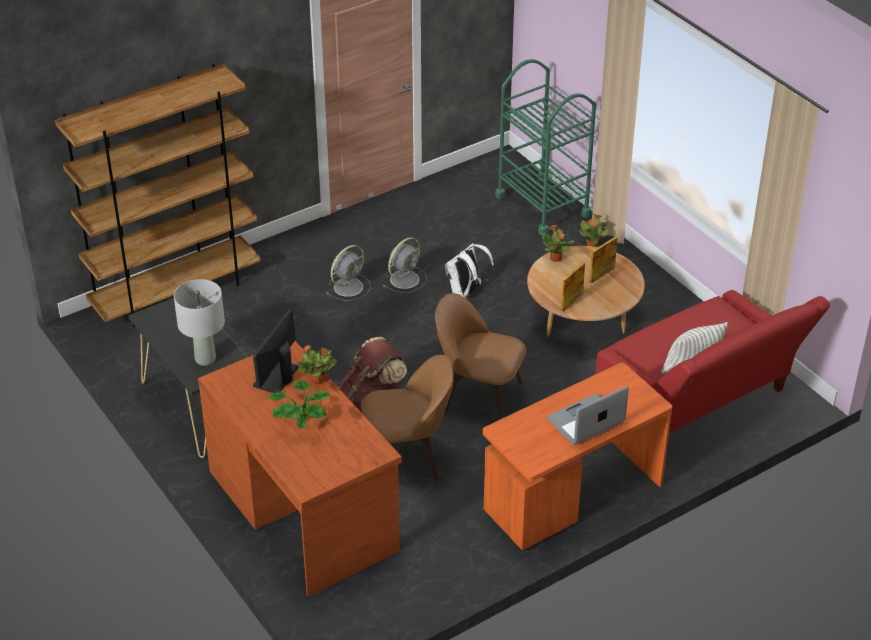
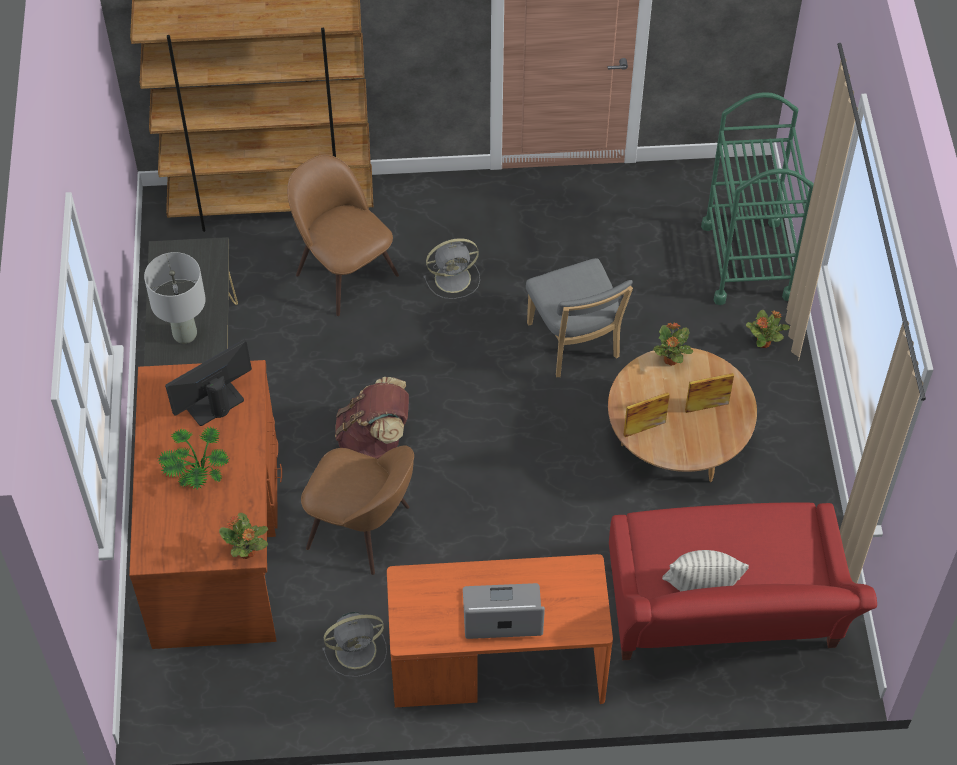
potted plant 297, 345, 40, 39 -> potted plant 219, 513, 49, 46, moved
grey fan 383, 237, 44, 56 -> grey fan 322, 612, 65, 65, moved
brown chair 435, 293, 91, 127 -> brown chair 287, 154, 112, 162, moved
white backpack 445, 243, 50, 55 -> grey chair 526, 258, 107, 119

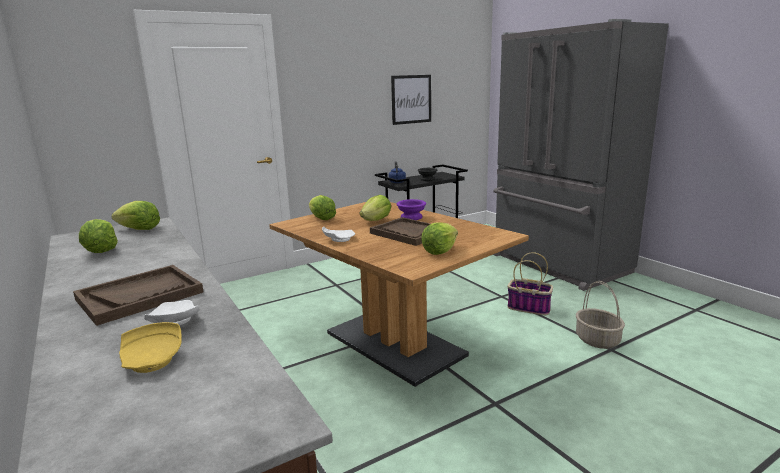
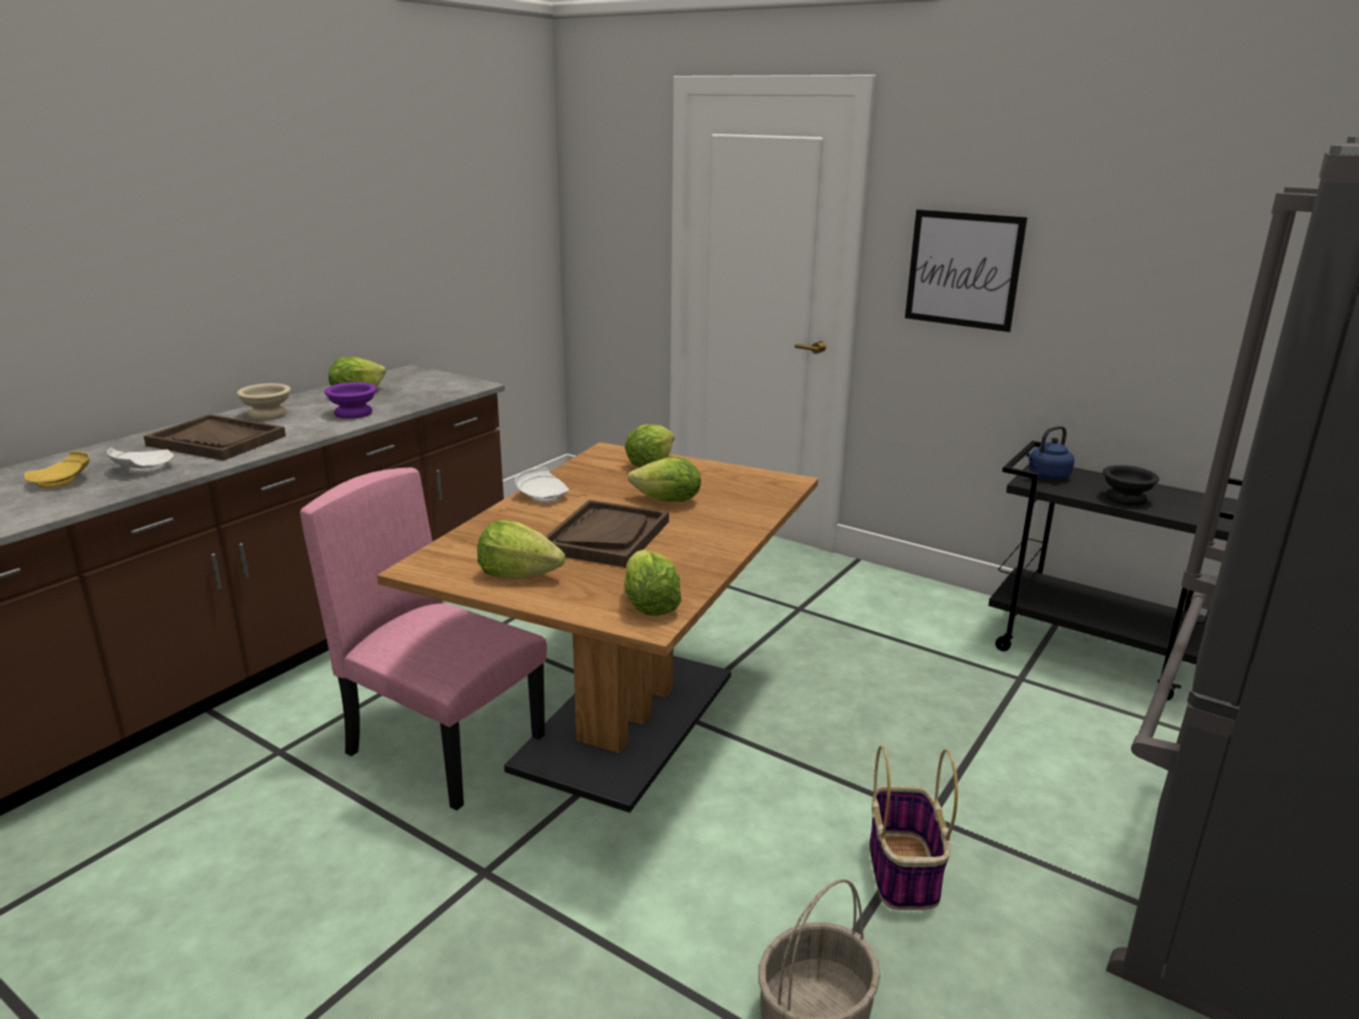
lettuce 111, 201, 49, 29 -> lettuce 624, 549, 58, 67, moved
picture 391, 75, 40, 50 -> picture 905, 209, 122, 123, moved
purple bowl 397, 199, 29, 21 -> purple bowl 324, 382, 53, 37, moved
none -> beige bowl 237, 383, 54, 37
none -> pink chair 300, 467, 247, 343

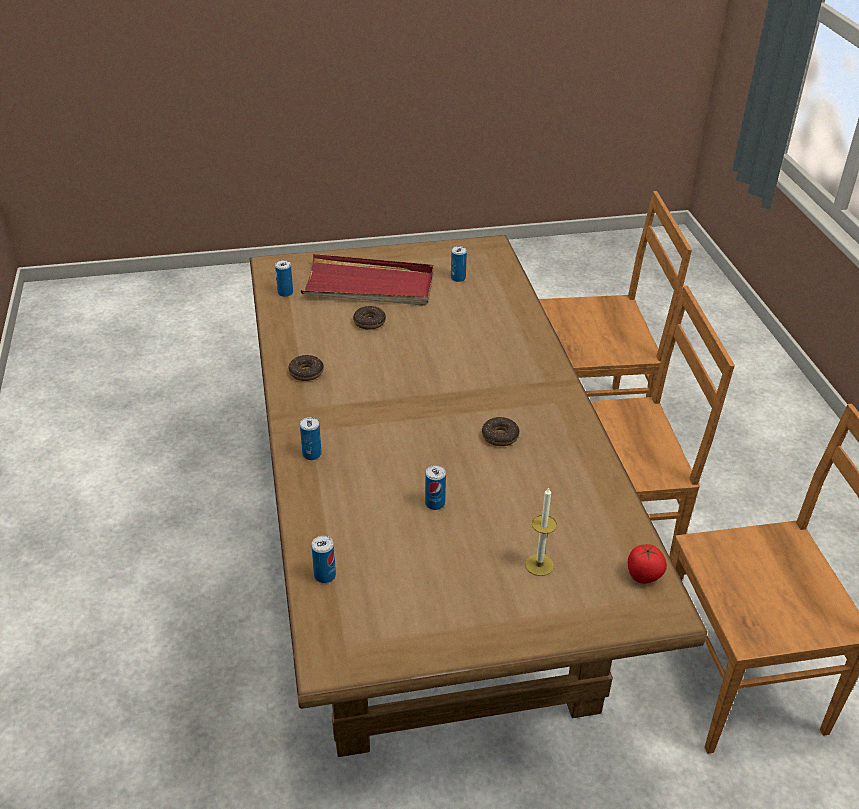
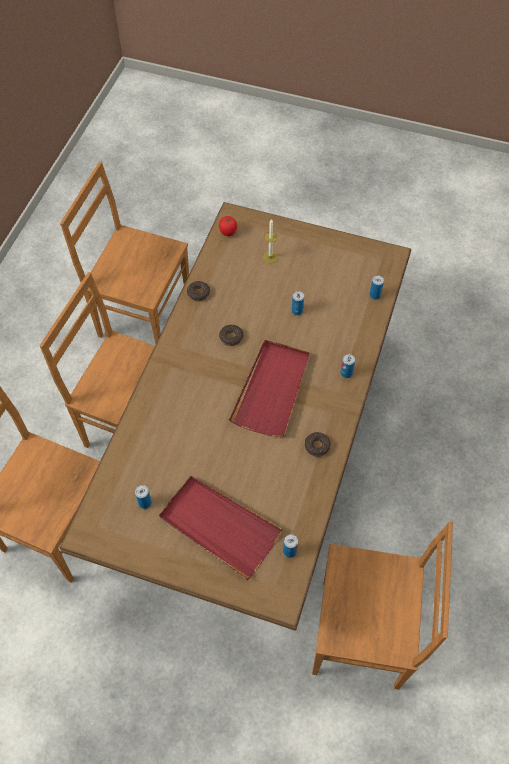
donut 353, 306, 33, 24 -> donut 187, 281, 23, 21, moved
none -> red tray 229, 340, 81, 97
none -> brown chair 312, 521, 141, 168

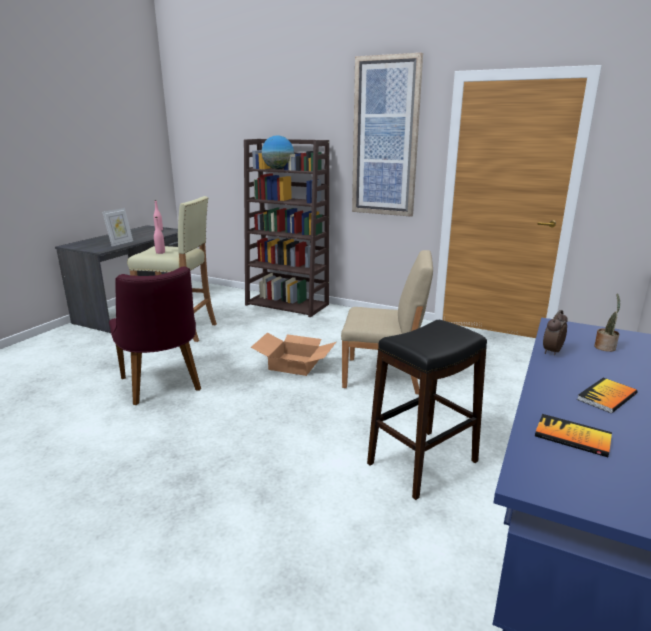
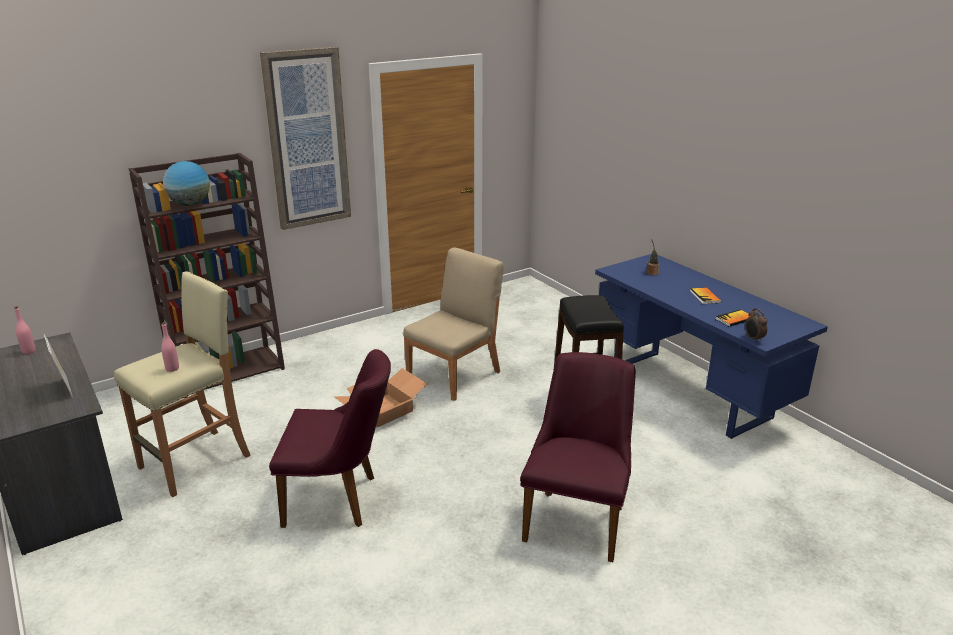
alarm clock 543, 310, 25, 45 -> alarm clock 745, 308, 23, 35, moved
none -> purple chair 520, 352, 116, 210

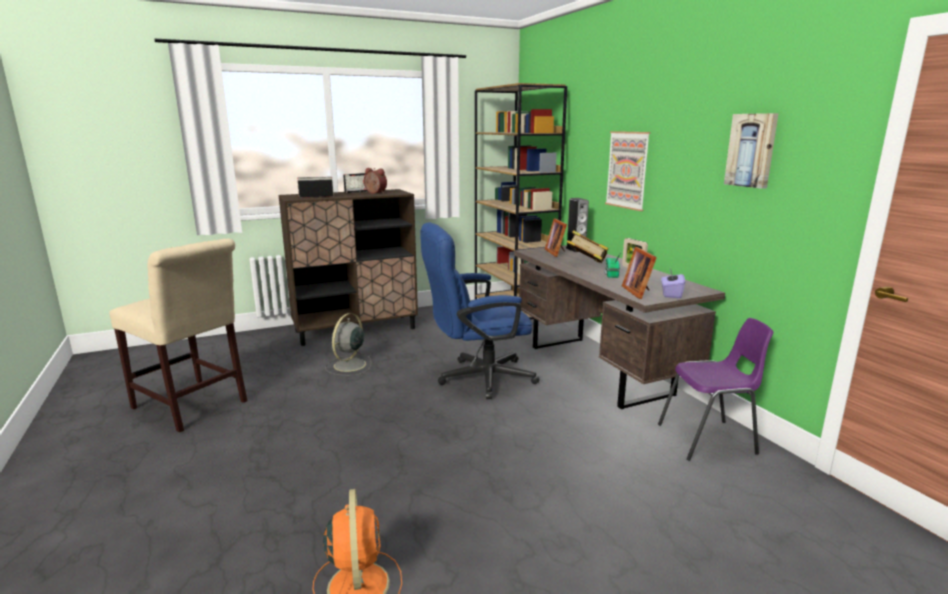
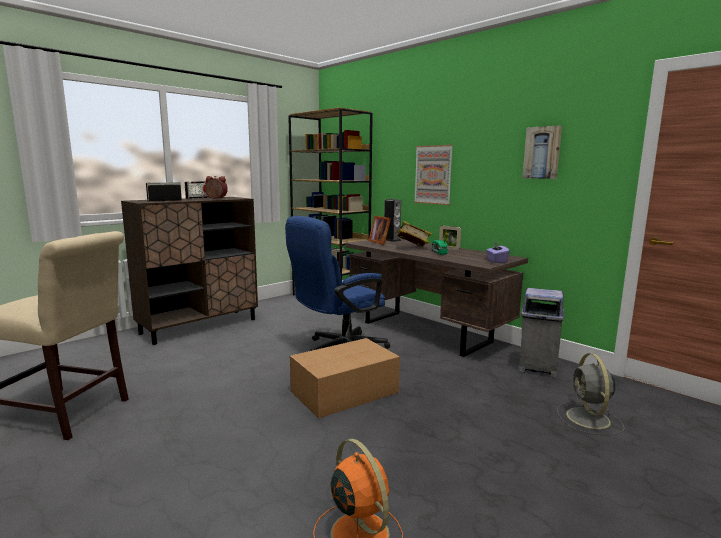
grey fan 325, 313, 47, 63 -> grey fan 557, 353, 67, 82, moved
picture frame 622, 247, 35, 52 -> none
purple chair 658, 318, 115, 143 -> grey trash can 519, 288, 45, 90
none -> cardboard box 290, 338, 110, 81

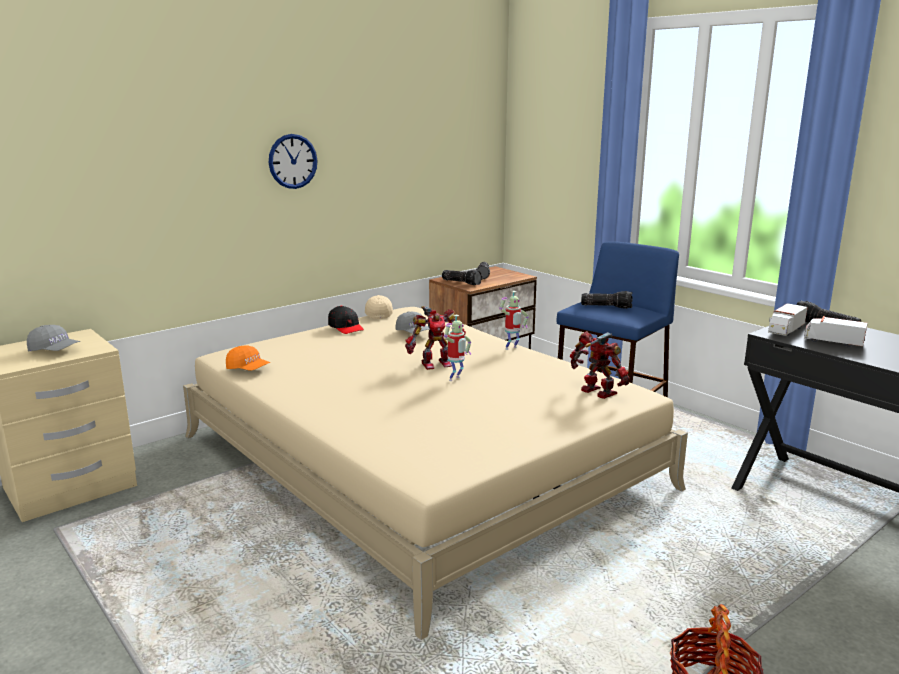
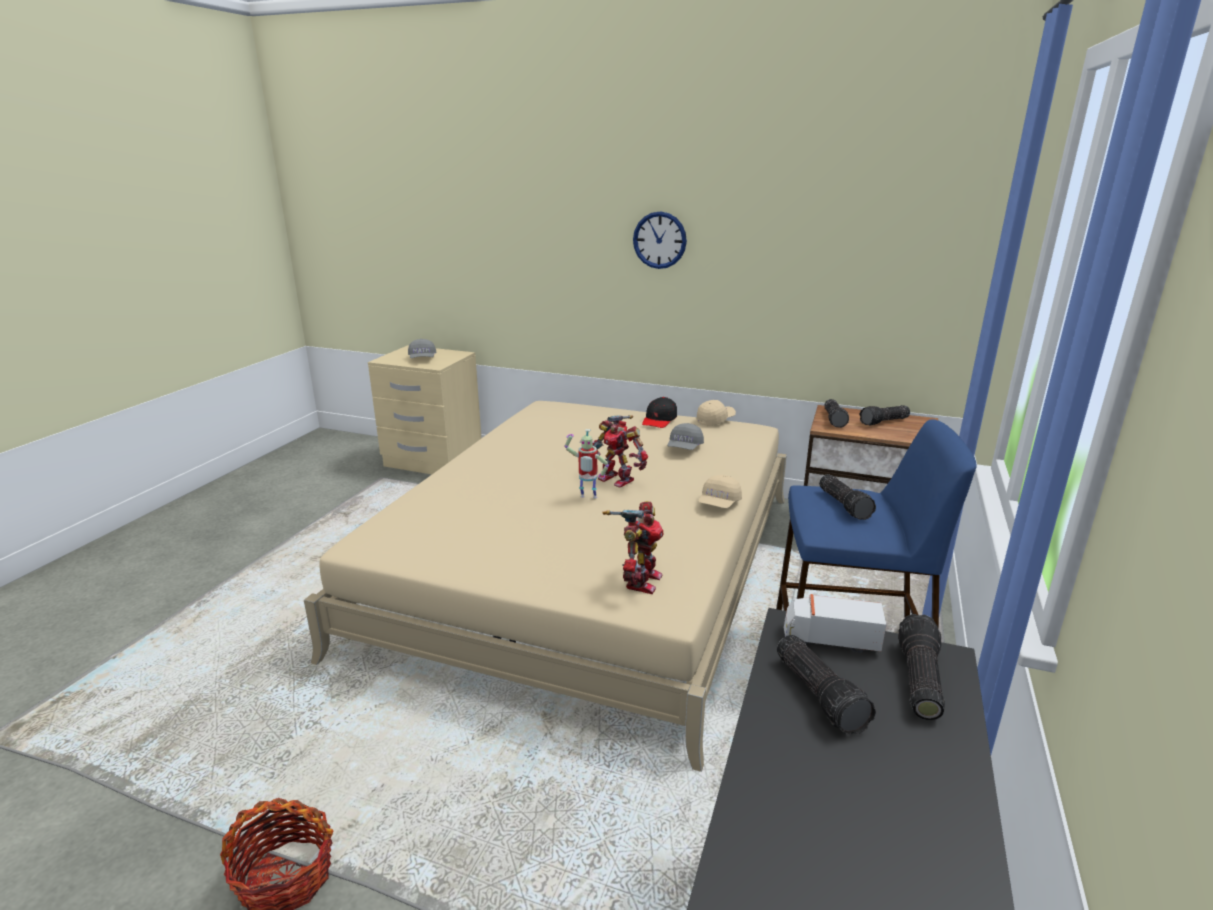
orange cap 226, 346, 44, 24 -> none
toy robot 499, 291, 30, 59 -> beige cap 698, 475, 44, 33
toy truck 804, 316, 64, 31 -> flashlight 777, 635, 99, 100

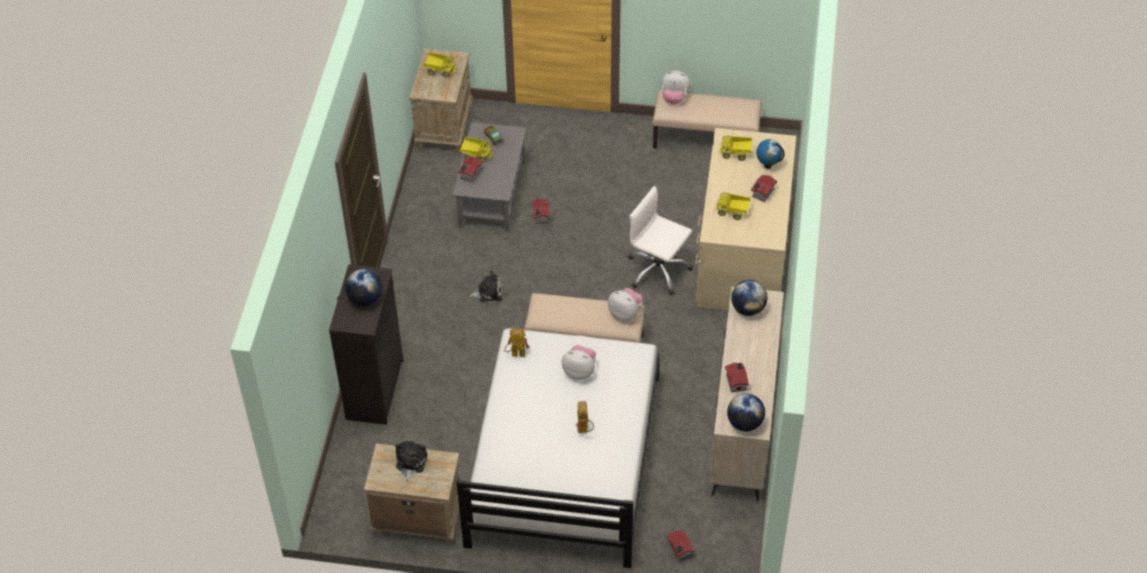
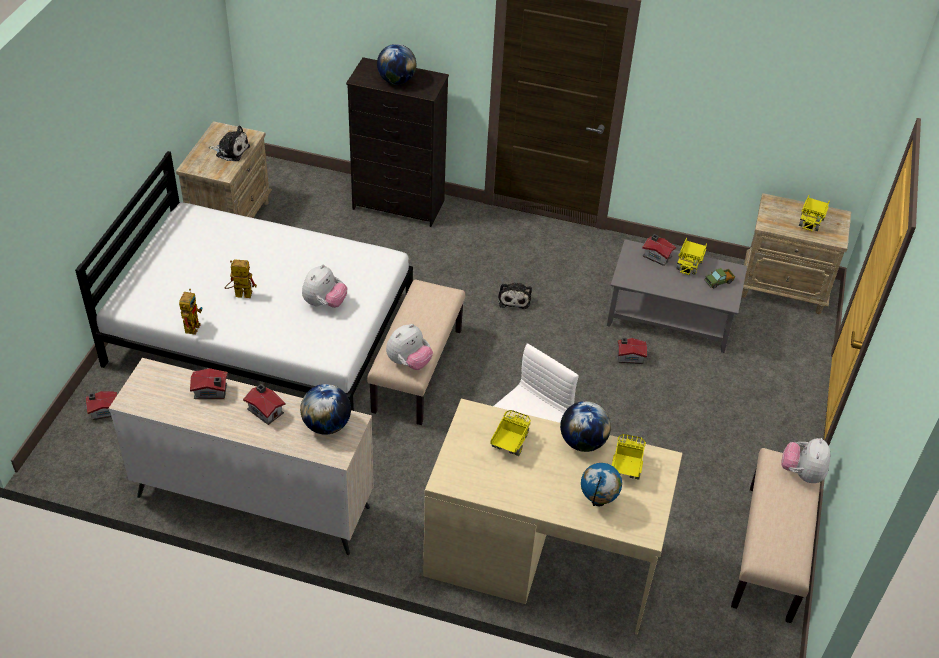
toy robot 504, 329, 26, 28 -> toy robot 179, 289, 24, 46, moved
globe 727, 393, 38, 38 -> globe 560, 401, 51, 51, moved
toy house 751, 175, 26, 27 -> toy house 243, 384, 43, 41, moved

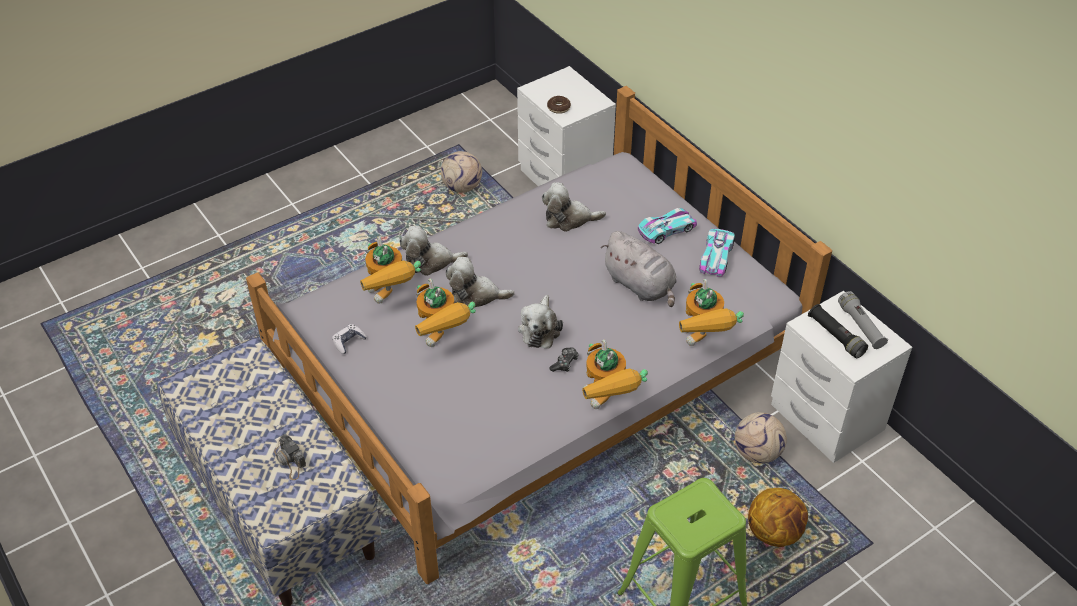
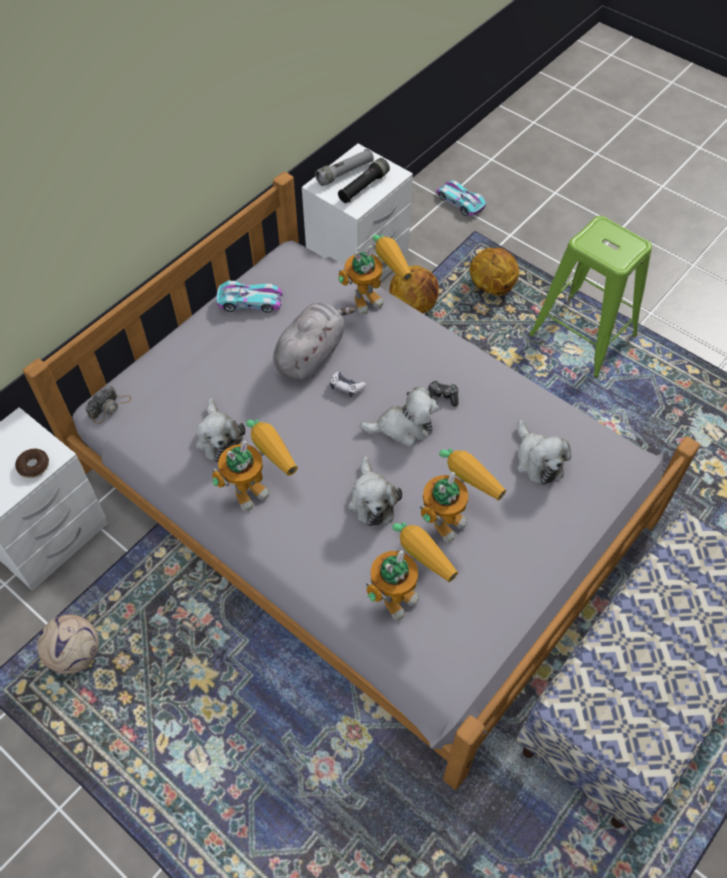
photo camera 274, 434, 32, 46 -> photo camera 85, 385, 47, 39, moved
game controller 332, 324, 35, 30 -> game controller 330, 371, 36, 26, moved
plush toy 399, 225, 69, 51 -> plush toy 517, 420, 54, 65, moved
toy robot 582, 340, 66, 69 -> toy robot 212, 419, 86, 92, moved
toy car 638, 208, 59, 36 -> toy car 436, 181, 50, 35, moved
football 735, 412, 52, 52 -> basketball 389, 265, 50, 48

